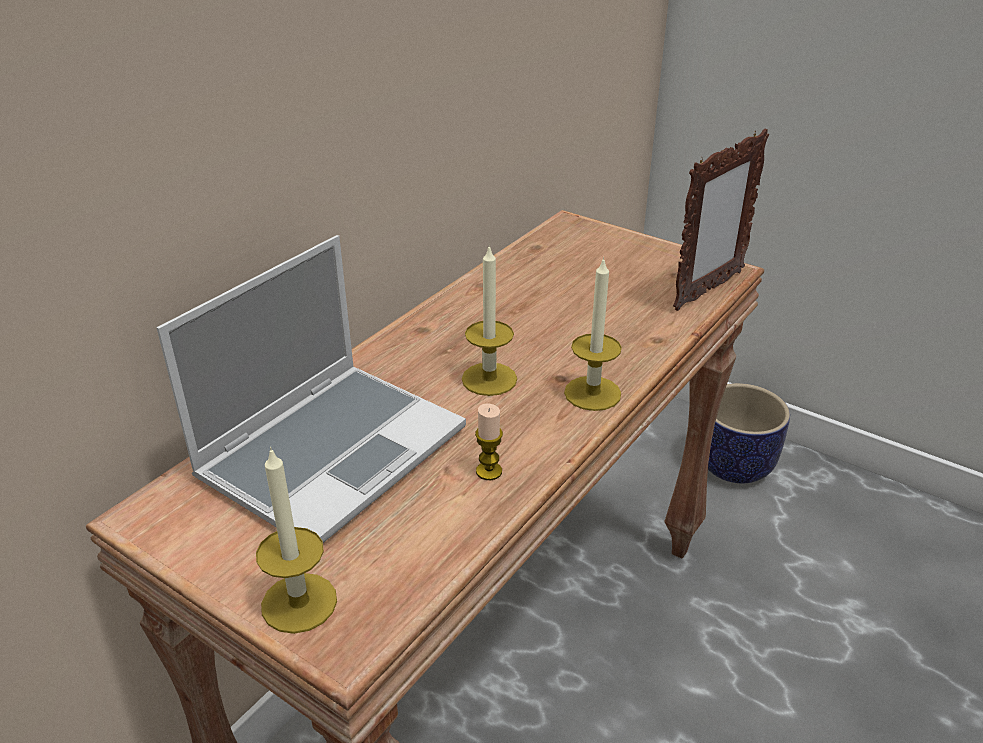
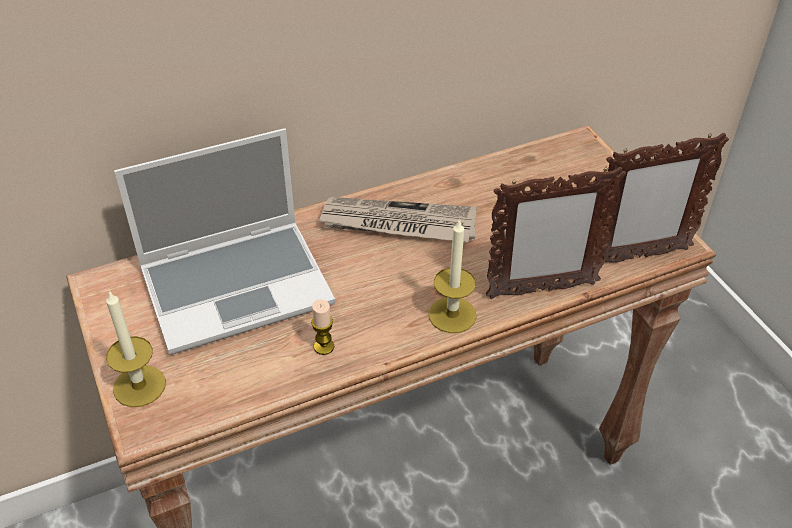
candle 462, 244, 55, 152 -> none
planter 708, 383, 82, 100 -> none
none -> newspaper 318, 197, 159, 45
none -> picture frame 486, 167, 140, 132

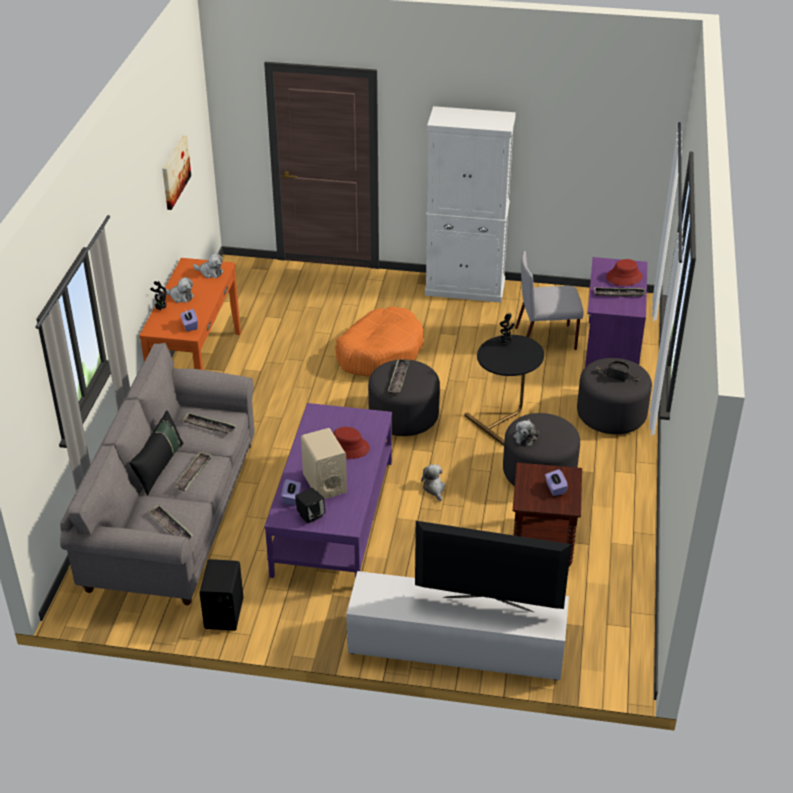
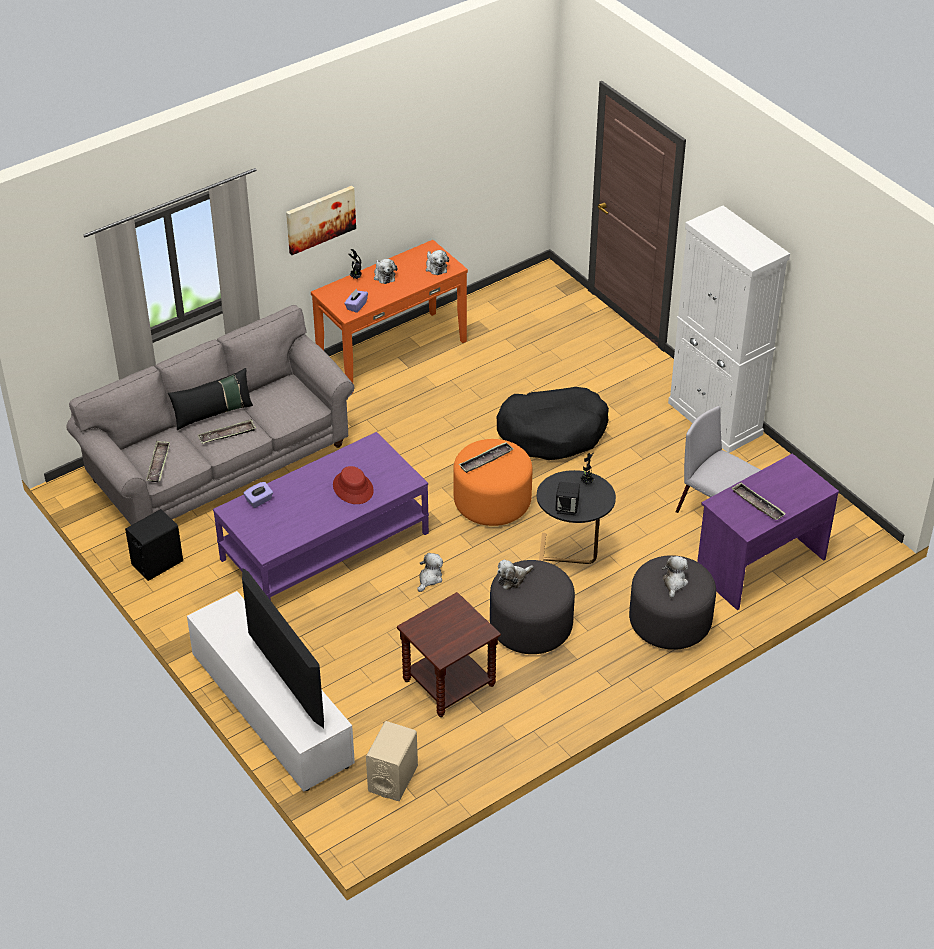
picture 162, 135, 29, 75 -> picture 286, 186, 70, 69, moved
tray 182, 412, 54, 22 -> none
black speaker 295, 488, 30, 36 -> black speaker 555, 482, 25, 33, moved
beige speaker 301, 428, 46, 71 -> beige speaker 366, 721, 52, 80, moved
orange dog bed 335, 306, 89, 71 -> black dog bed 497, 387, 112, 73
grey ottoman 368, 359, 72, 77 -> orange ottoman 453, 439, 80, 87
purple tissue box 545, 469, 23, 27 -> none
black hat 596, 361, 44, 21 -> plush toy 662, 556, 26, 42
red hat 606, 259, 37, 27 -> none

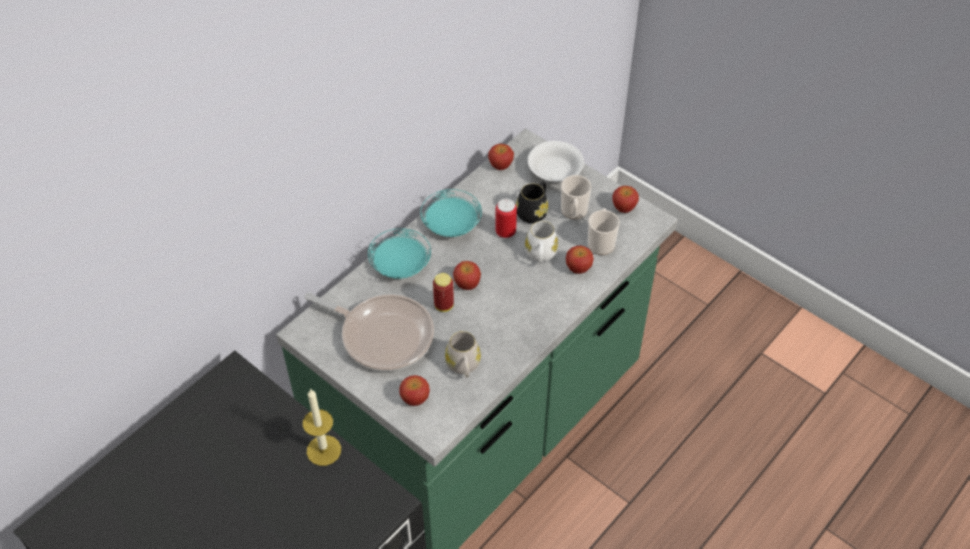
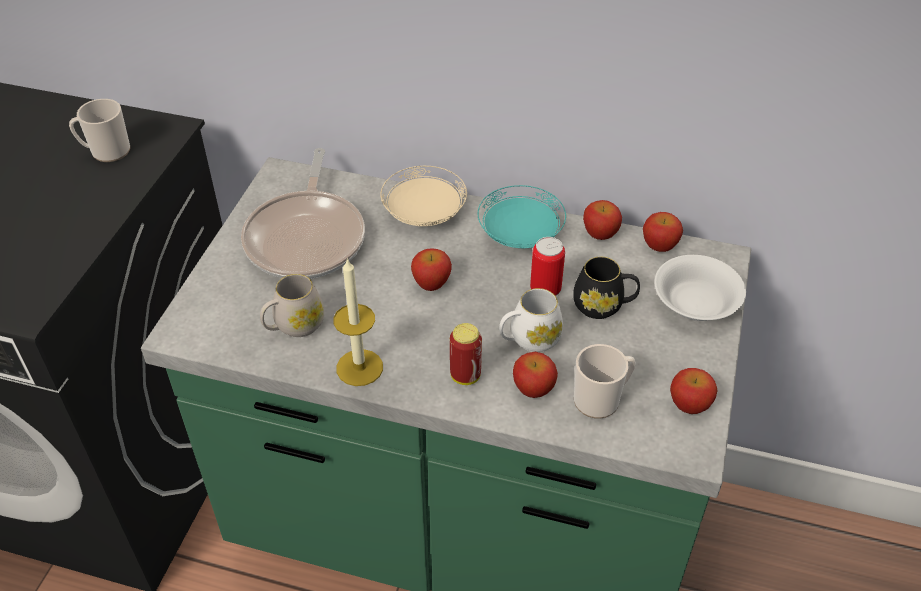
candle 303, 388, 38, 78 -> candle 333, 258, 50, 128, moved
turquoise plate 368, 228, 63, 51 -> beige plate 380, 166, 87, 60
apple 399, 375, 31, 31 -> apple 583, 200, 39, 40, moved
can 433, 273, 21, 39 -> can 450, 323, 32, 62, moved
mug 561, 175, 31, 44 -> mug 69, 99, 61, 63, moved

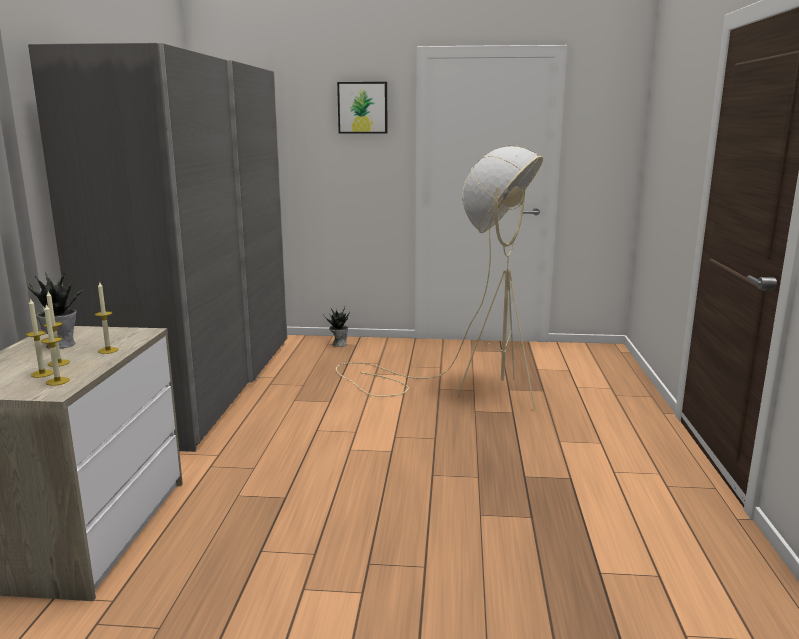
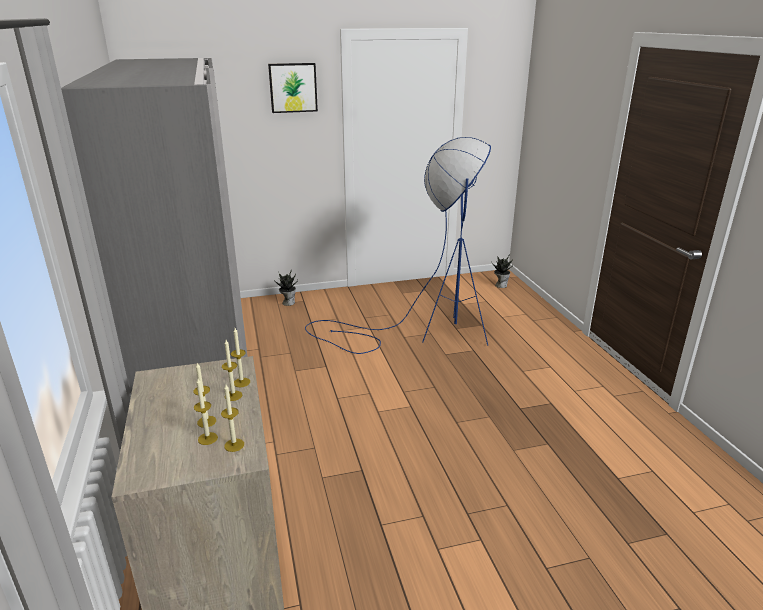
potted plant 28, 272, 58, 77 -> potted plant 491, 254, 22, 34, moved
beige floor lamp 336, 146, 207, 264 -> blue floor lamp 305, 137, 186, 217
none -> candle 231, 328, 19, 59

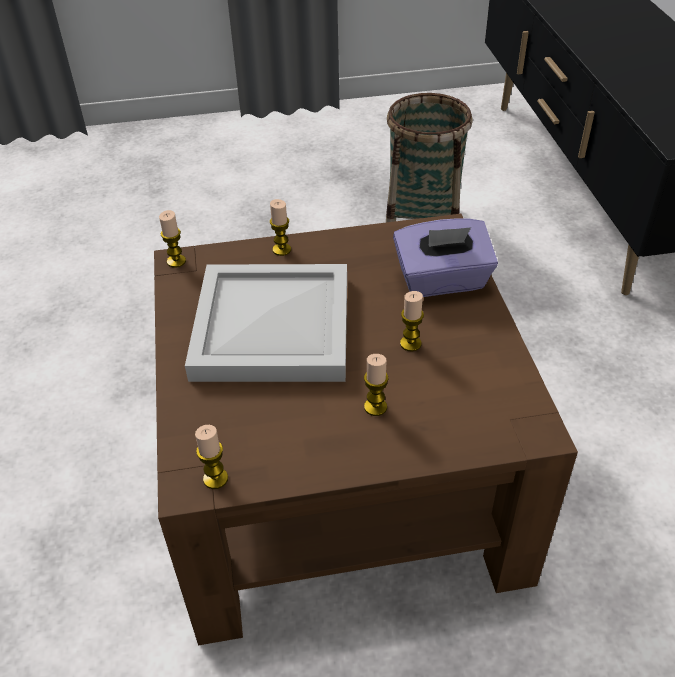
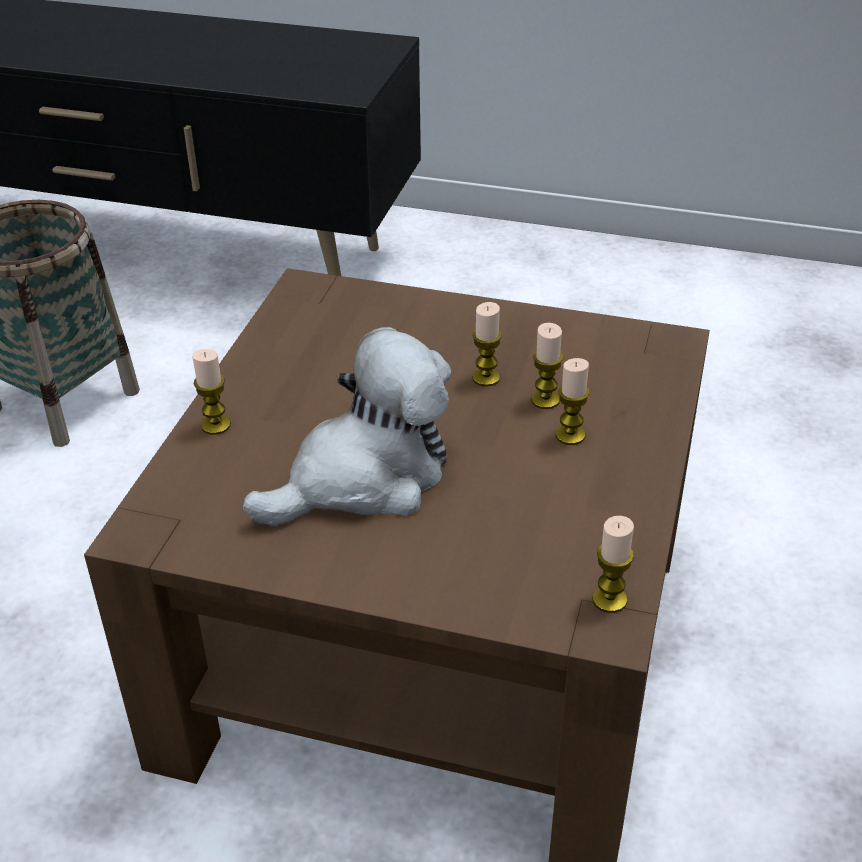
candle 159, 210, 27, 58 -> candle 531, 323, 32, 86, moved
white tray 185, 264, 162, 118 -> plush toy 243, 327, 208, 199
purple tissue box 393, 218, 105, 79 -> none

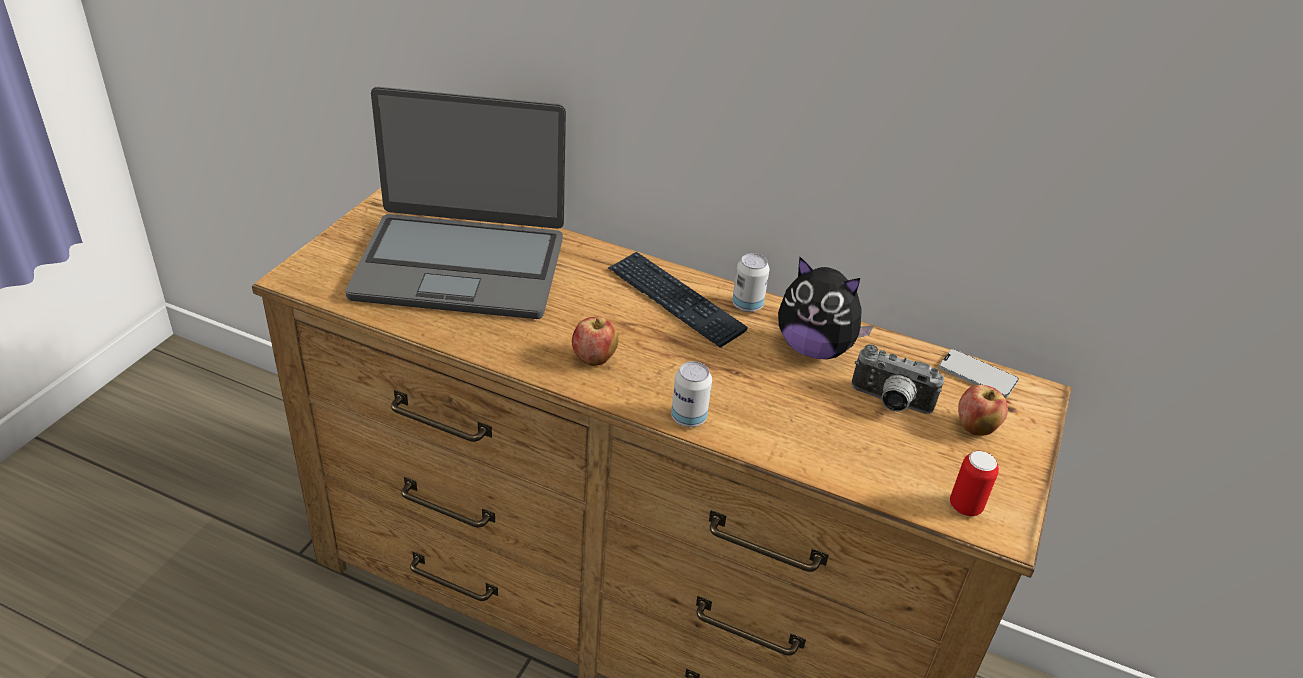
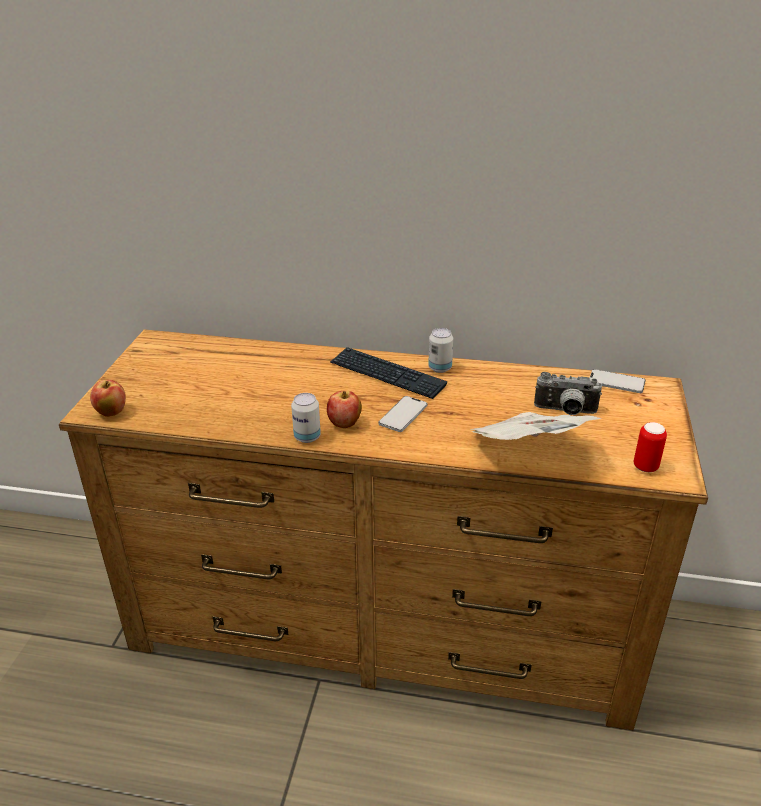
laptop 345, 87, 221, 232 -> none
can 671, 361, 41, 66 -> can 291, 393, 30, 50, moved
plush toy 778, 257, 95, 102 -> none
apple 958, 385, 50, 50 -> apple 90, 380, 36, 37, moved
none -> phone 378, 396, 49, 36
none -> newspaper 471, 412, 131, 28

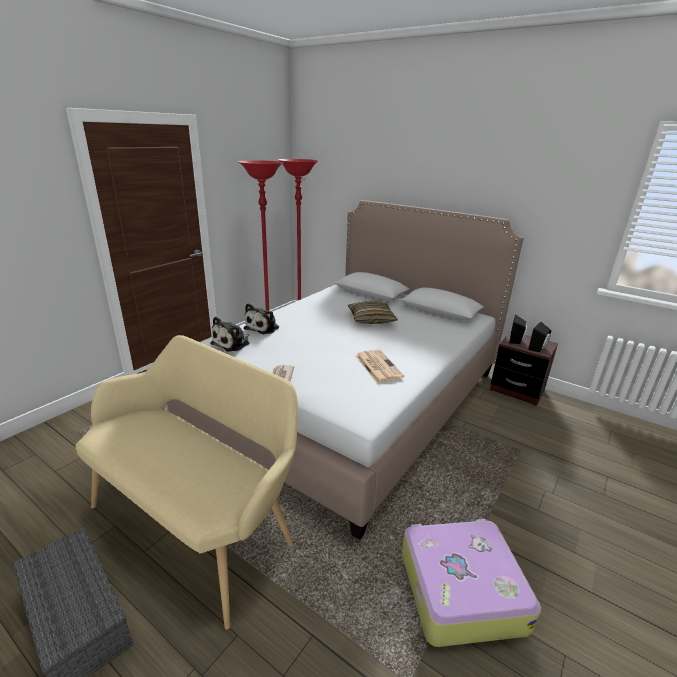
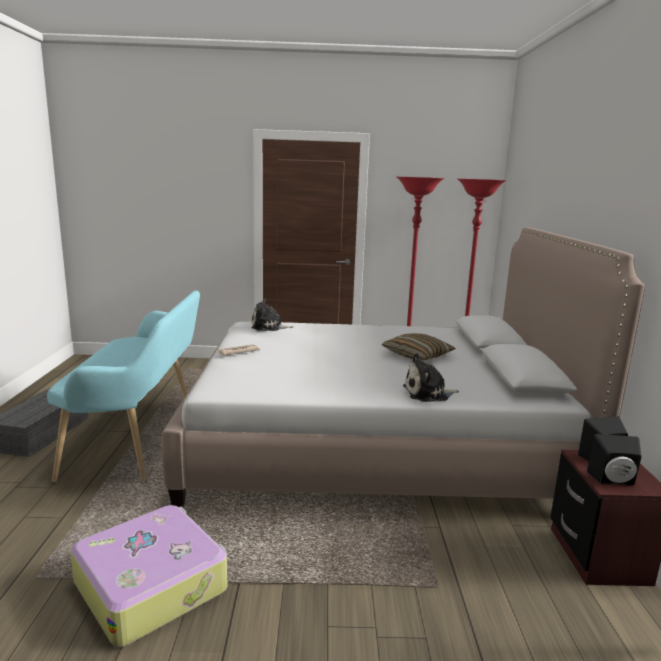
beige bench 76, 335, 222, 295 -> turquoise bench 47, 290, 153, 192
plush toy 244, 303, 35, 31 -> plush toy 403, 353, 56, 49, moved
newspaper 356, 350, 48, 33 -> none

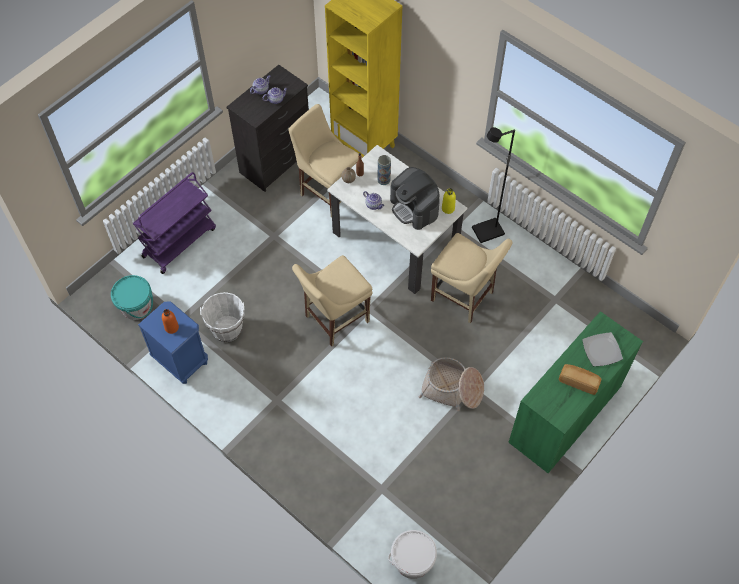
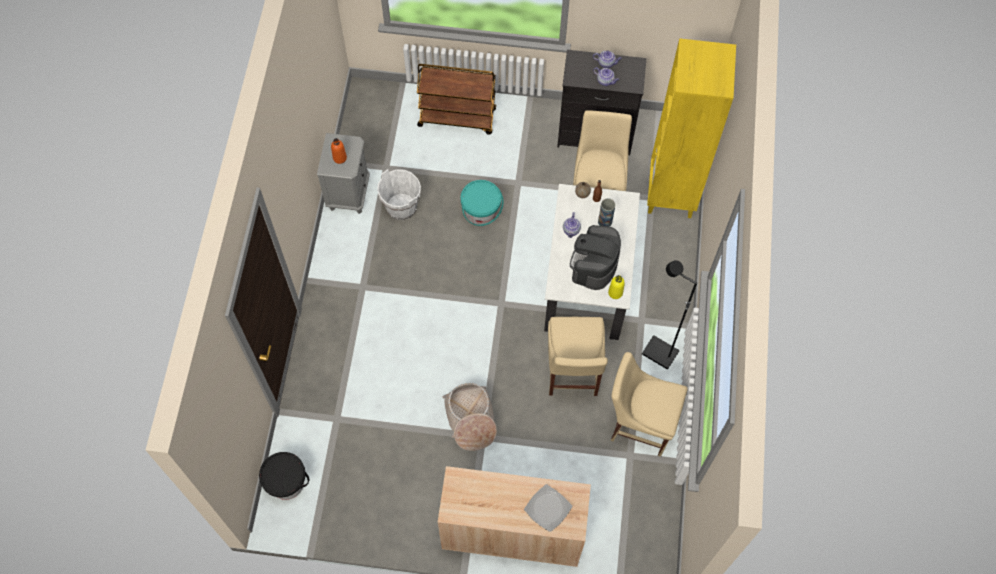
turquoise bucket 111, 275, 42, 45 -> turquoise bucket 460, 180, 43, 46, moved
purple cart 133, 172, 83, 102 -> brown cart 417, 64, 79, 71
blue nightstand 138, 301, 70, 83 -> grey nightstand 317, 133, 53, 81
beige chair 292, 255, 81, 92 -> beige chair 611, 352, 76, 105, moved
white bucket 388, 530, 49, 49 -> black bucket 259, 452, 50, 48
green cabinet 509, 311, 134, 162 -> beige cabinet 438, 466, 153, 101
bread 559, 364, 42, 31 -> none

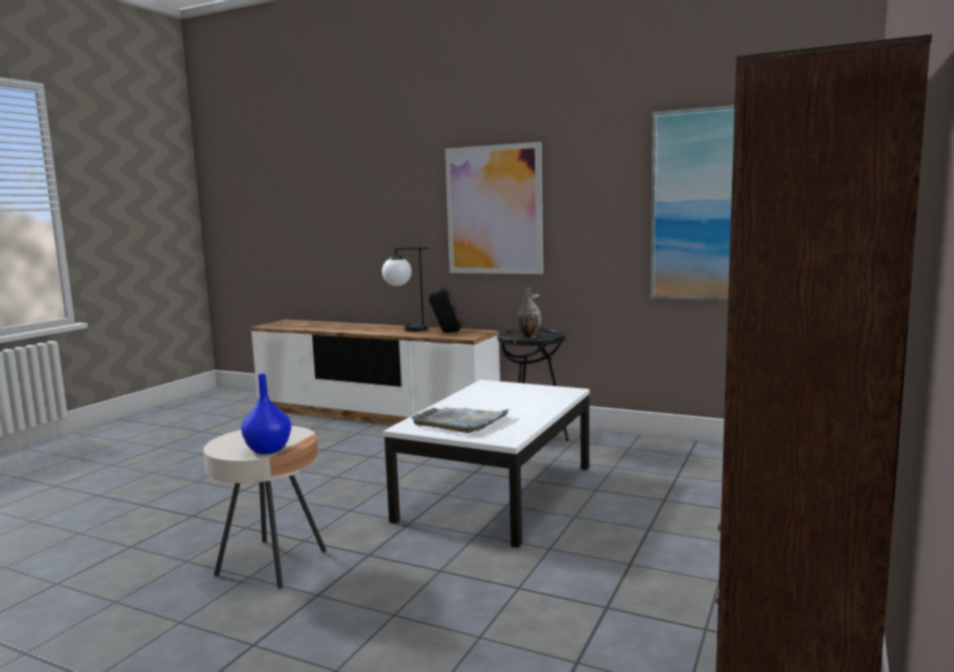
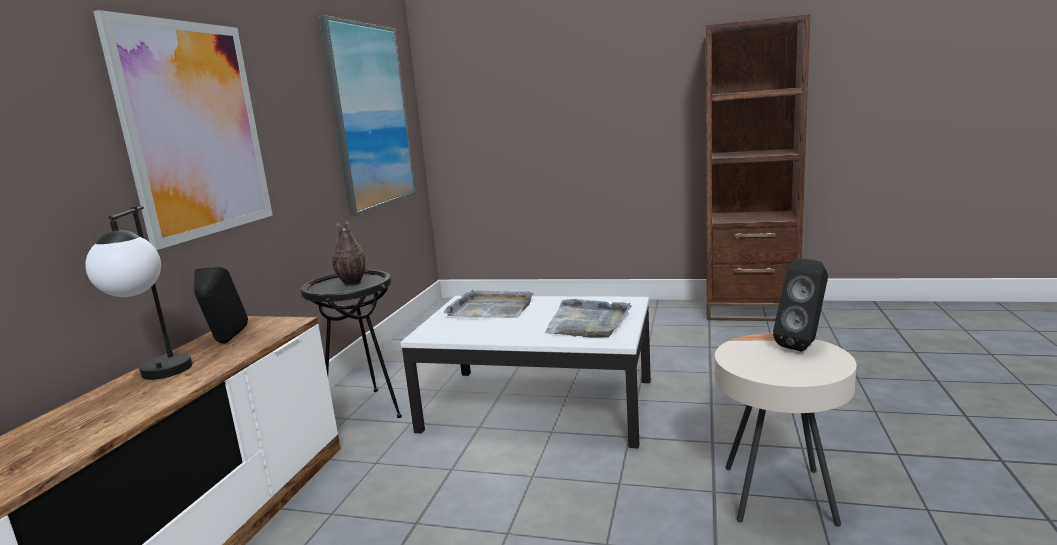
blue vase 241, 374, 50, 80 -> black speaker 773, 259, 55, 93
none -> grey tray 443, 289, 91, 29

